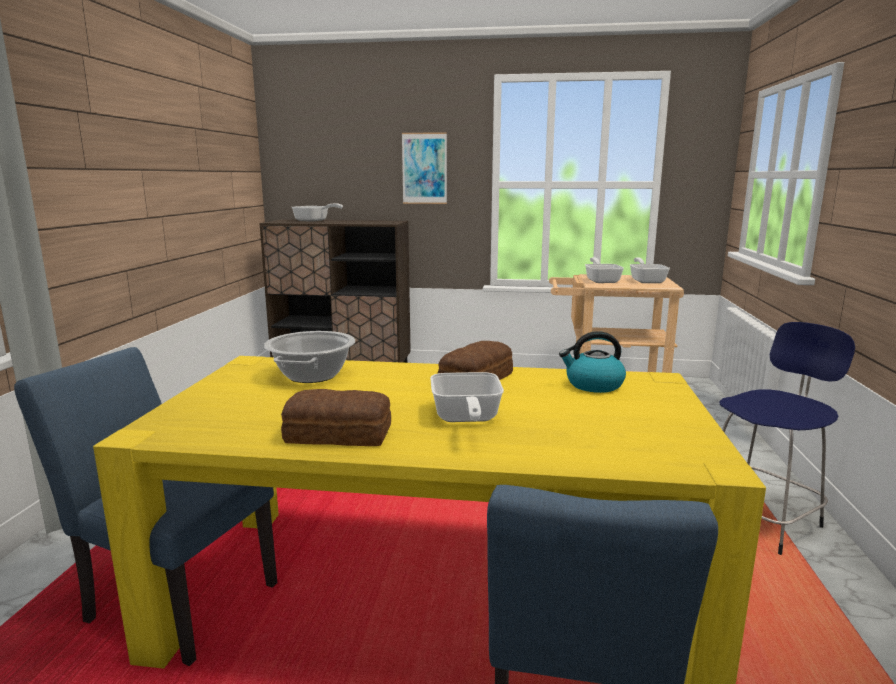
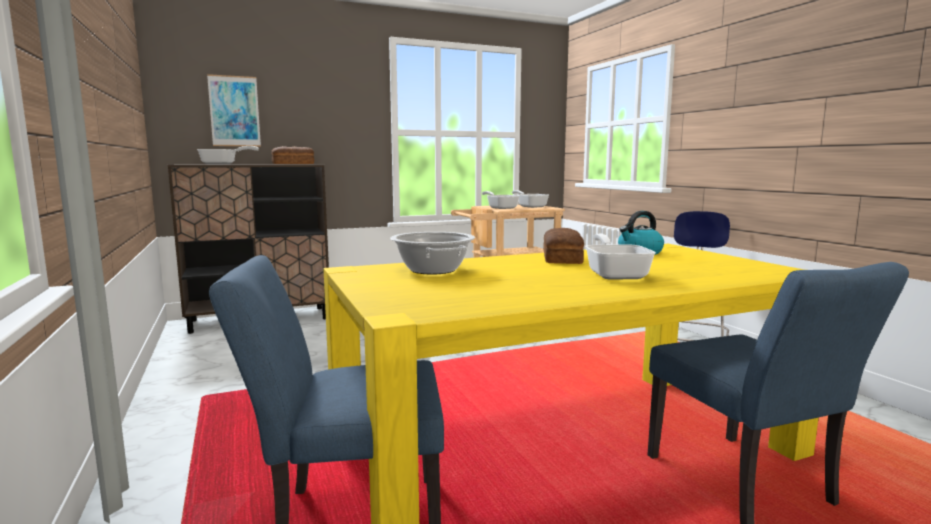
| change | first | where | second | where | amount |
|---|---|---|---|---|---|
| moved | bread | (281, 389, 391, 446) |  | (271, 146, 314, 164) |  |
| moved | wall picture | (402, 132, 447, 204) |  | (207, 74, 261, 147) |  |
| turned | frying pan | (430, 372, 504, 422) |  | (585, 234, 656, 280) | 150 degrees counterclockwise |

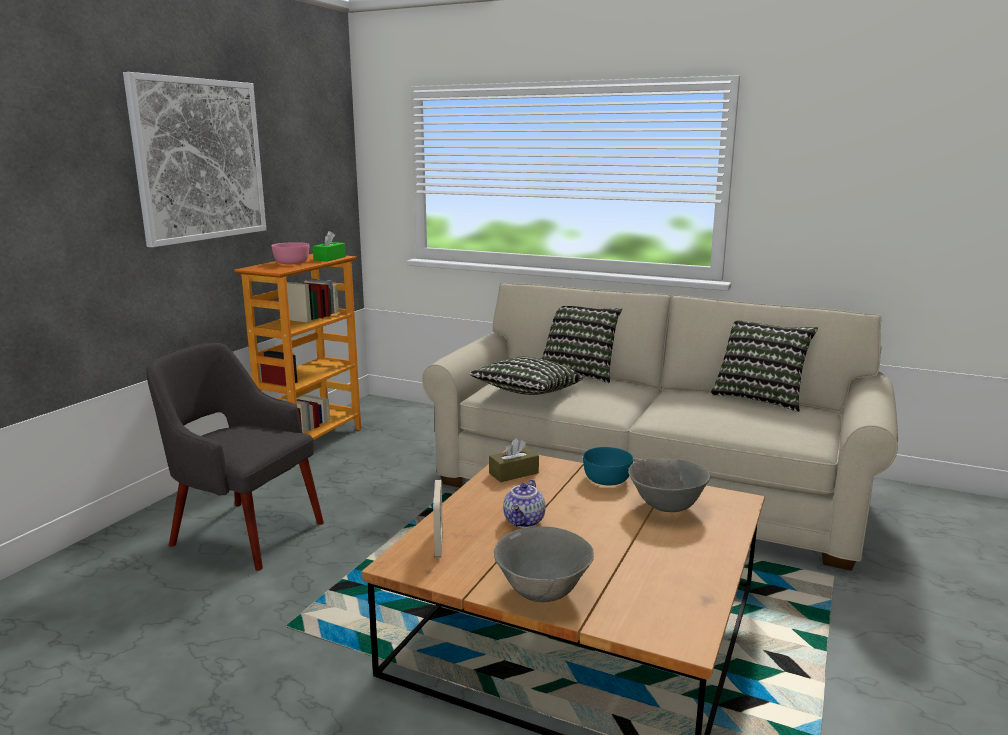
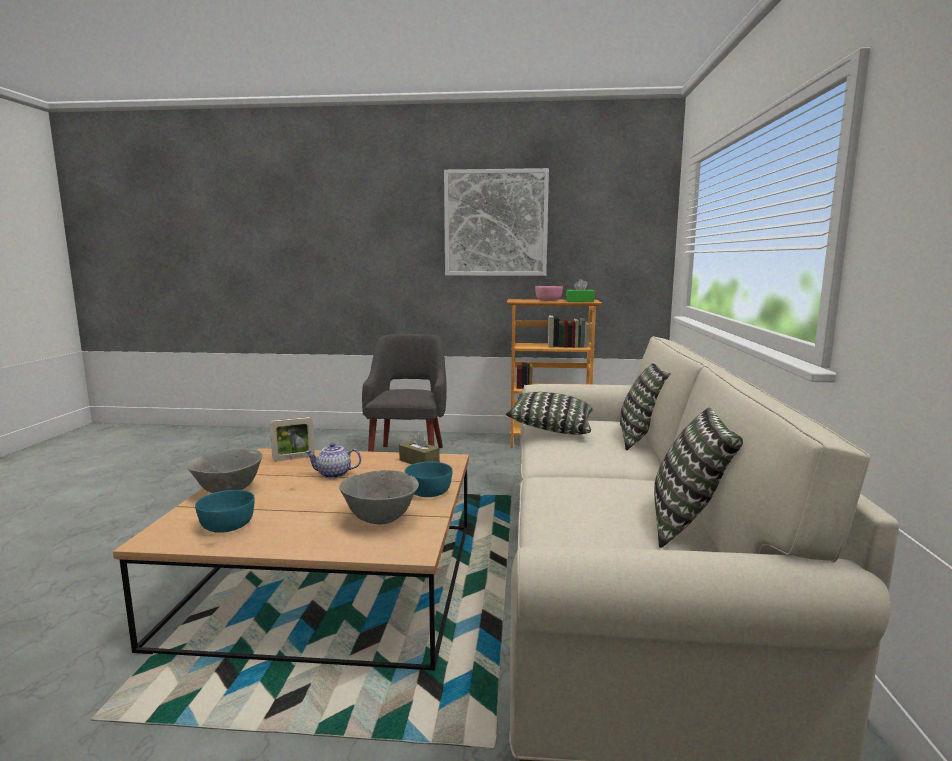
| change | first | where | second | where | amount |
|---|---|---|---|---|---|
| added |  |  | bowl (turquoise-coloured) | (195, 490, 255, 533) |  |

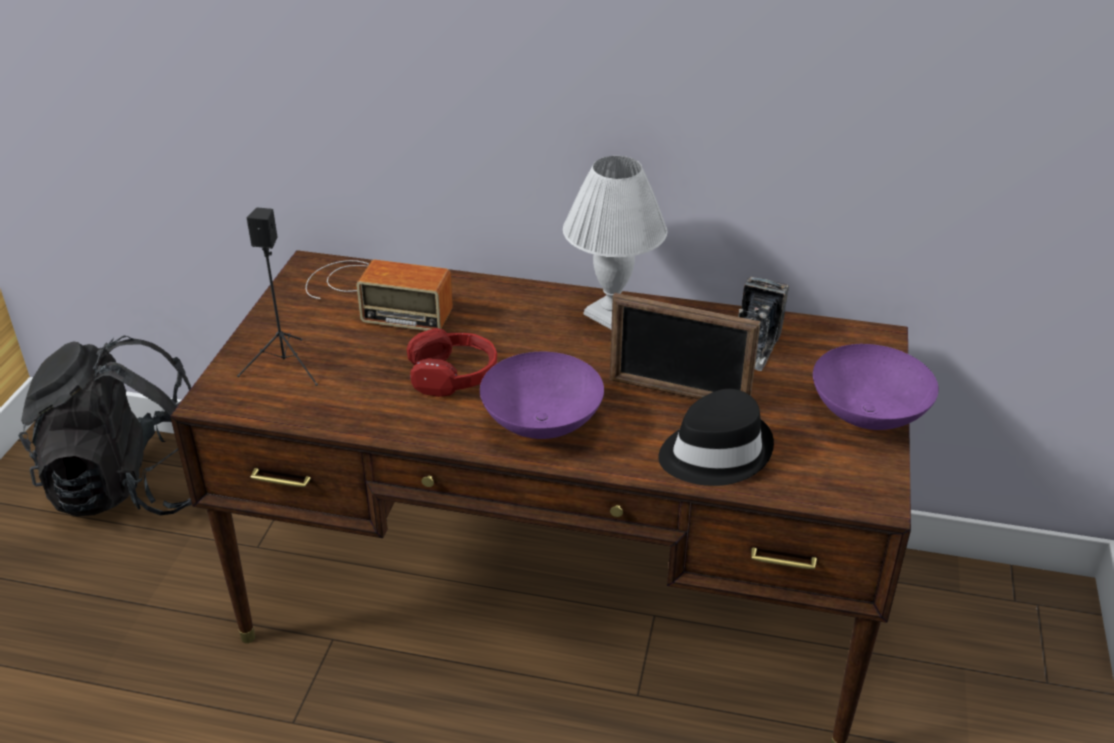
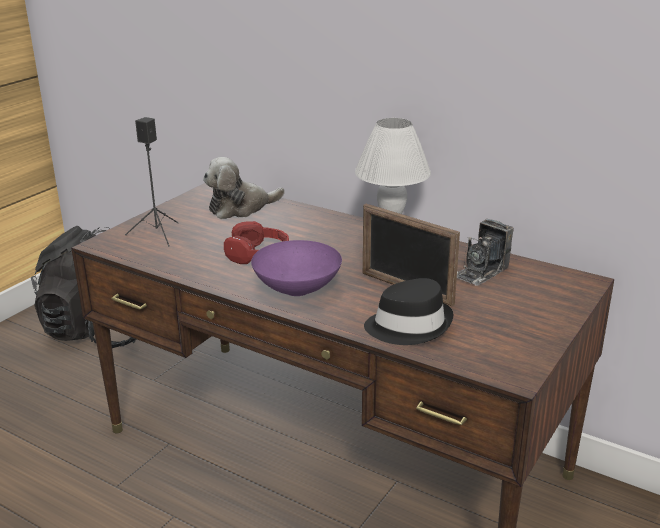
| change | first | where | second | where | amount |
|---|---|---|---|---|---|
| removed | bowl (purple-coloured) | (813, 344, 939, 430) |  |  |  |
| replaced | radio set | (306, 260, 453, 331) | plush toy | (203, 157, 285, 219) |  |

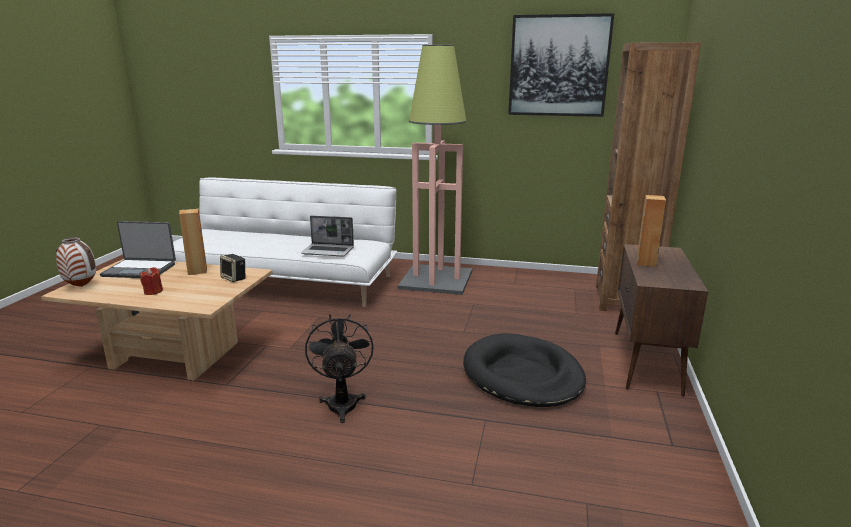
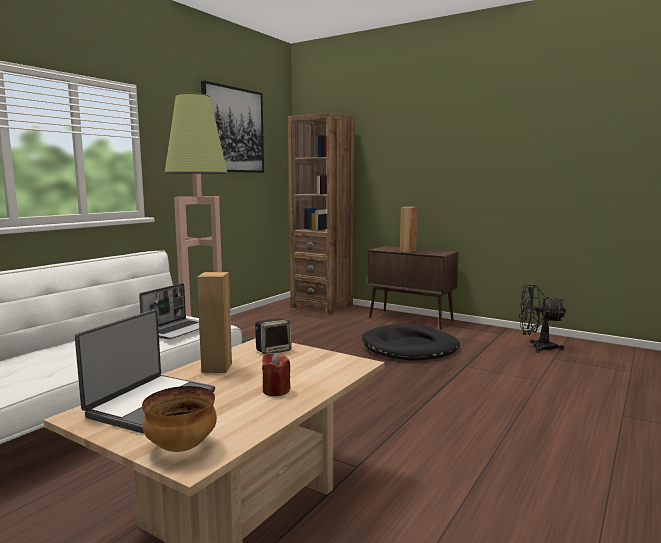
| change | first | where | second | where | amount |
|---|---|---|---|---|---|
| moved | electric fan (black-coloured) | (305, 314, 373, 423) |  | (519, 285, 566, 353) |  |
| replaced | decorative vase | (56, 237, 96, 287) | bowl | (142, 386, 217, 452) |  |

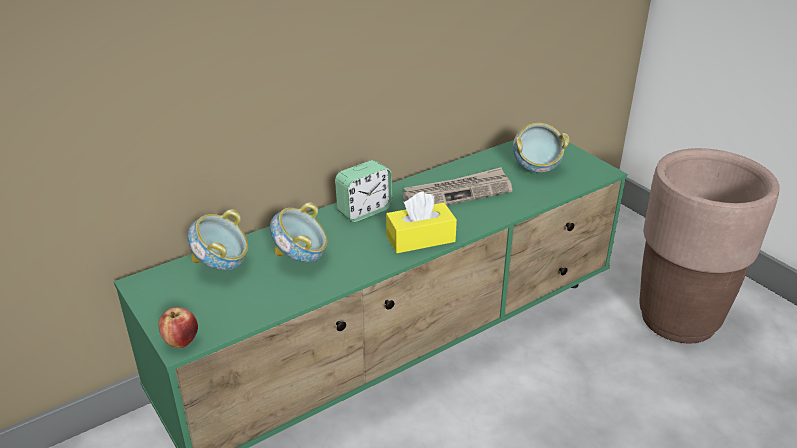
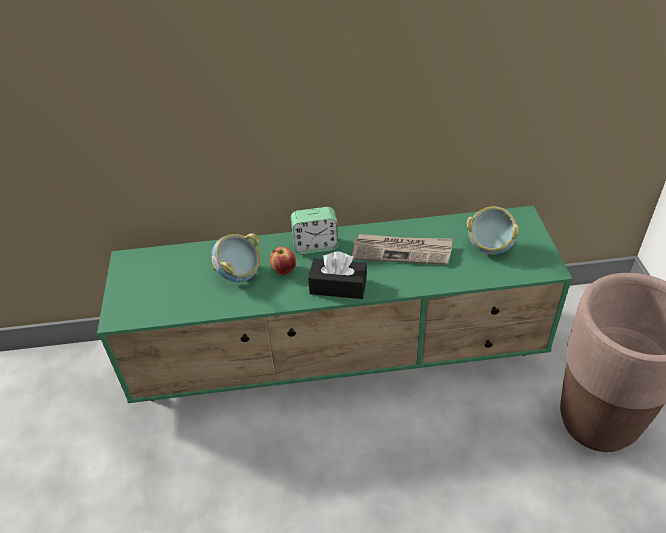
| change | first | where | second | where | amount |
|---|---|---|---|---|---|
| removed | bowl | (187, 209, 248, 270) |  |  |  |
| moved | apple fruit | (158, 307, 198, 348) |  | (270, 247, 296, 275) |  |
| recoloured | tissue box (yellow-coloured) | (386, 192, 457, 253) | tissue box (black-coloured) | (308, 252, 367, 299) |  |

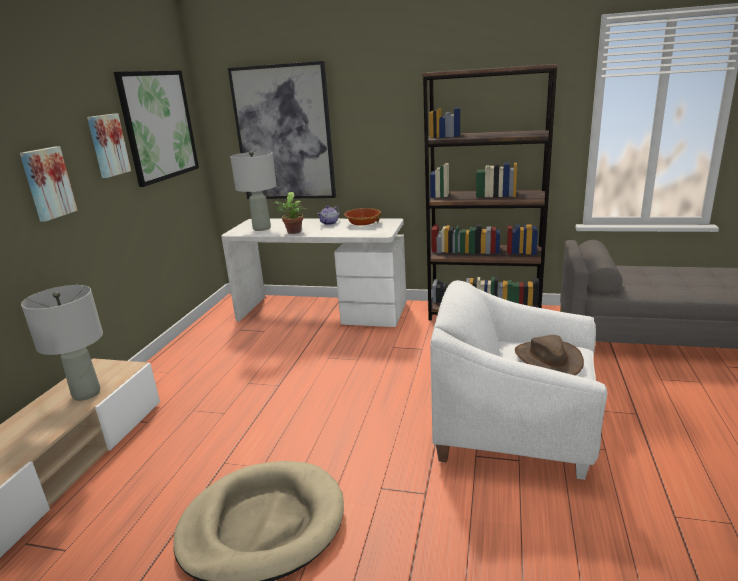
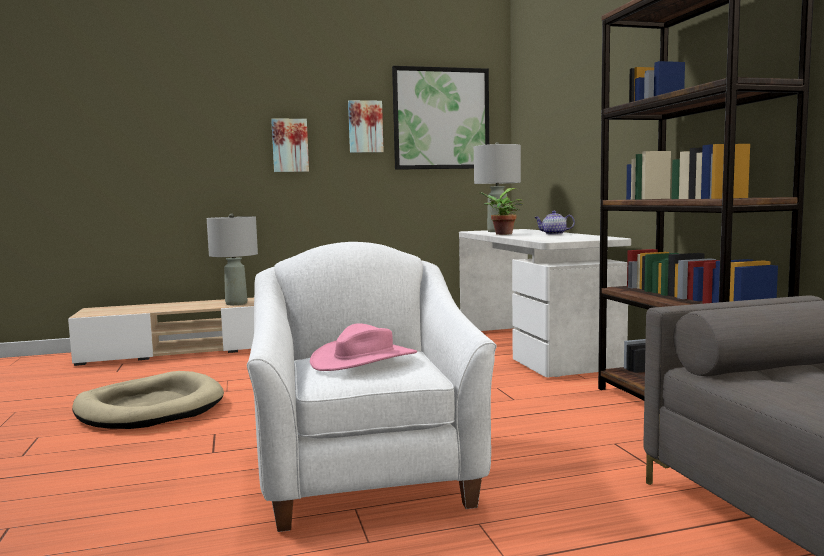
| change | first | where | second | where | amount |
|---|---|---|---|---|---|
| removed | wall picture | (228, 61, 336, 199) |  |  |  |
| removed | bowl | (344, 208, 381, 225) |  |  |  |
| recoloured | wearable hat (brown) | (515, 335, 584, 375) | wearable hat (pink-coloured) | (310, 323, 417, 371) |  |

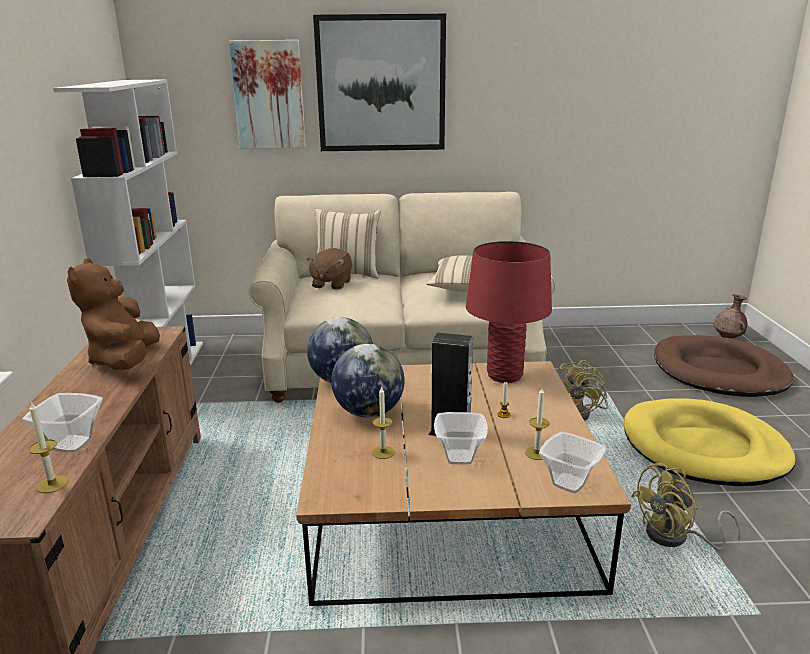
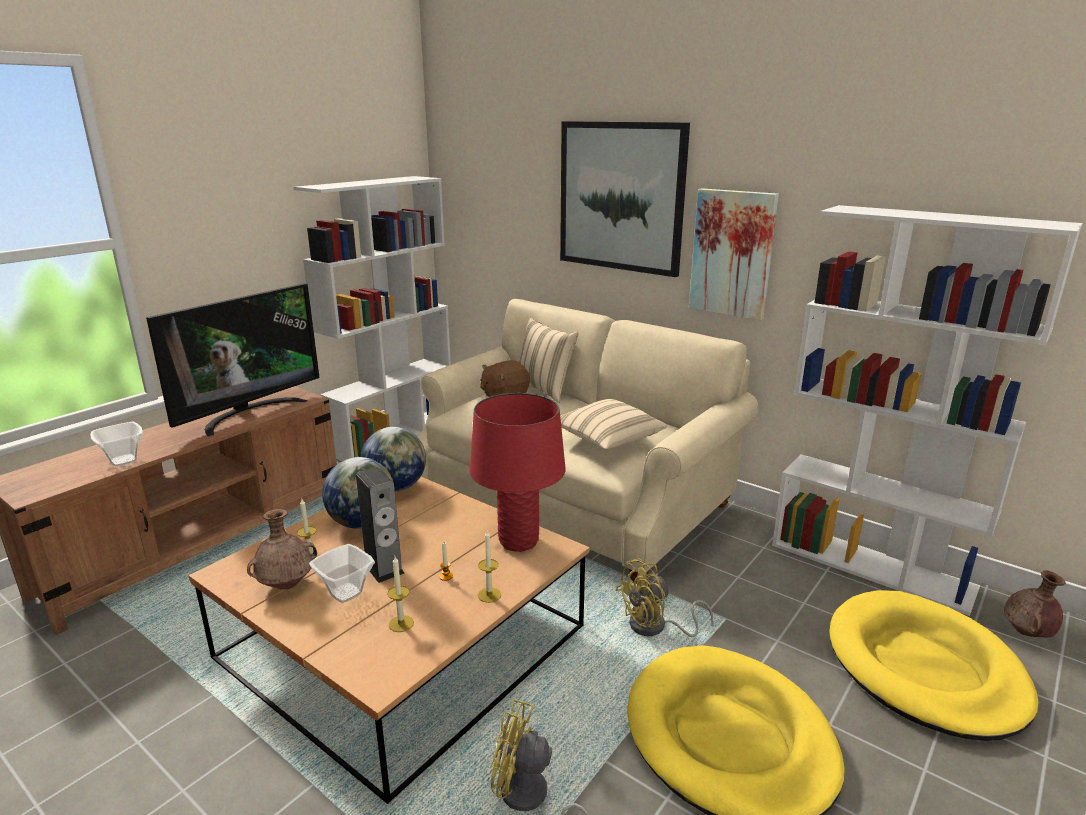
| change | first | where | second | where | amount |
|---|---|---|---|---|---|
| removed | bowl | (539, 432, 606, 493) |  |  |  |
| added |  |  | decorative vase (brown) | (247, 509, 317, 589) |  |
| added |  |  | bookshelf (whitish) | (772, 205, 1082, 616) |  |
| moved | wax light | (29, 401, 68, 493) |  | (478, 530, 501, 603) |  |
| moved | wall picture | (229, 40, 306, 149) |  | (689, 188, 779, 320) |  |
| replaced | plush toy (brown) | (67, 258, 160, 370) | TV set | (146, 283, 319, 437) |  |
| recoloured | pet bed (brown) | (654, 335, 794, 397) | pet bed (yellow-coloured) | (829, 590, 1039, 741) |  |

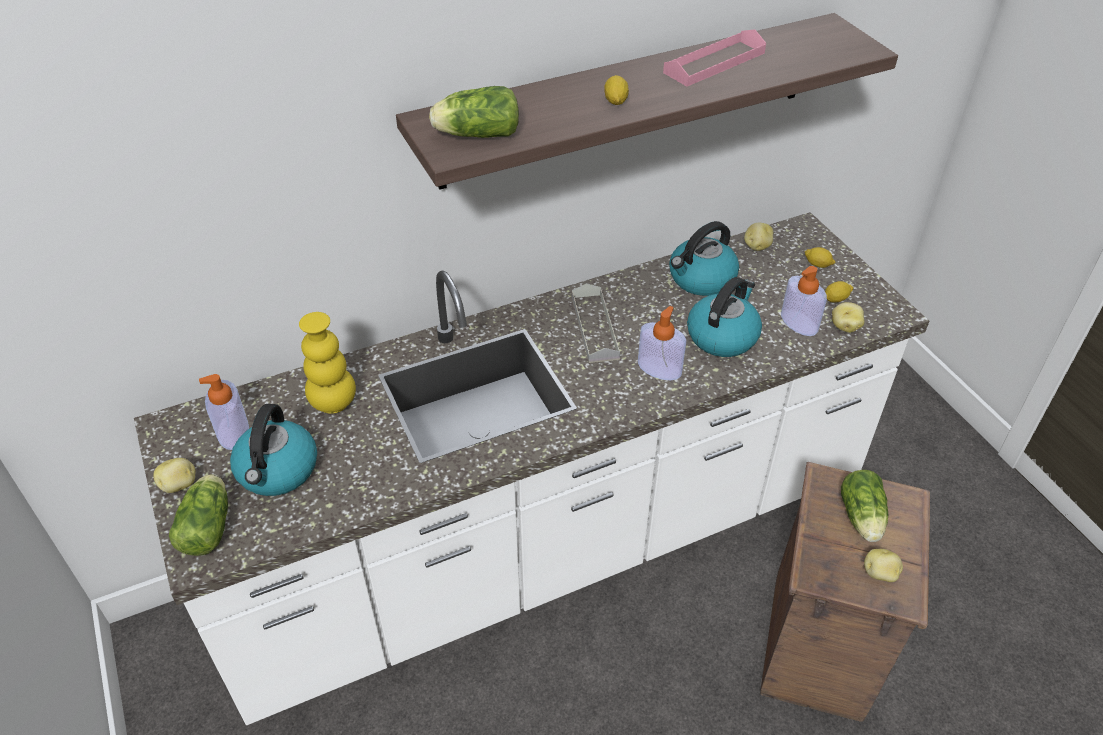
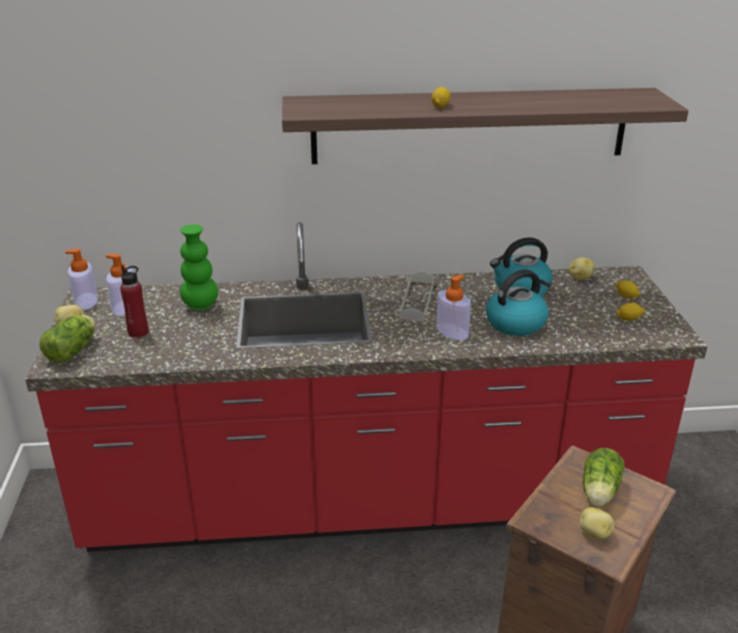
| change | first | where | second | where | amount |
|---|---|---|---|---|---|
| removed | lettuce head | (429, 86, 519, 138) |  |  |  |
| removed | serving tray (pink-coloured) | (663, 29, 766, 86) |  |  |  |
| removed | whole potato | (832, 302, 865, 333) |  |  |  |
| moved | soap dispenser | (781, 266, 827, 336) |  | (65, 249, 98, 310) |  |
| replaced | tea kettle | (230, 404, 317, 496) | bottle (reddish) | (120, 265, 149, 338) |  |
| recoloured | kitchen counter (whitish) | (134, 212, 929, 725) | kitchen counter (reddish) | (25, 222, 707, 552) |  |
| recoloured | decorative vase (yellow-coloured) | (299, 312, 356, 414) | decorative vase (green) | (180, 225, 218, 310) |  |

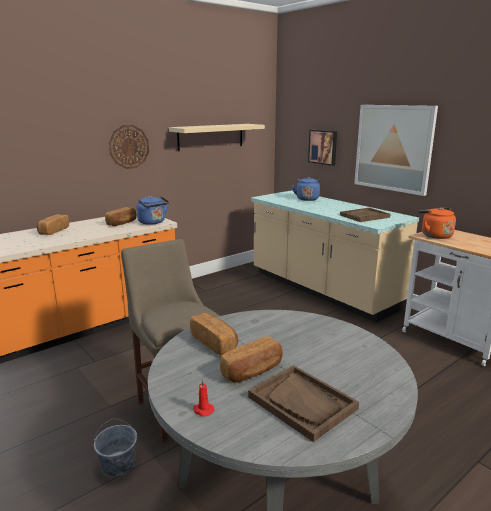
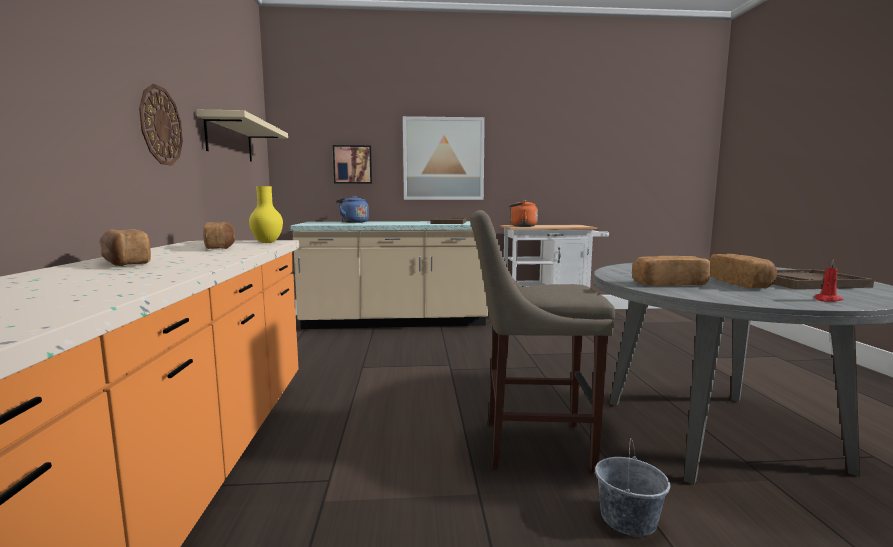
| change | first | where | second | where | amount |
|---|---|---|---|---|---|
| replaced | tea kettle (blue) | (136, 196, 169, 225) | decorative vase (yellow-coloured) | (249, 186, 283, 243) |  |

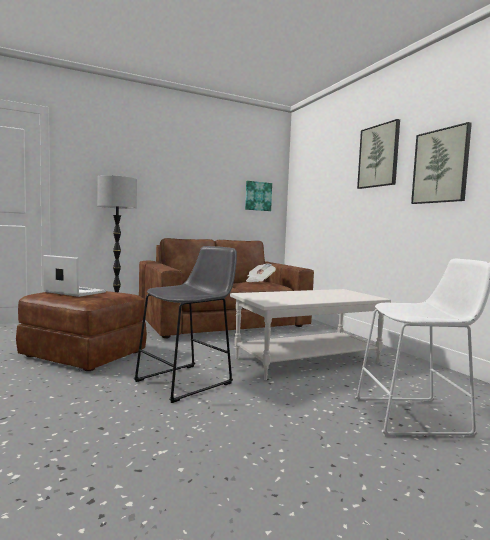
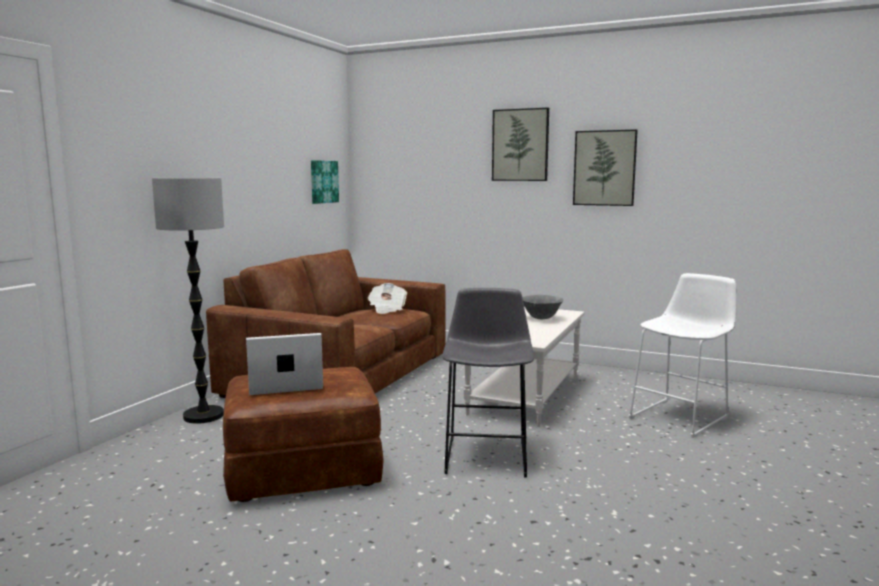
| change | first | where | second | where | amount |
|---|---|---|---|---|---|
| added |  |  | bowl (gray) | (523, 295, 564, 319) |  |

